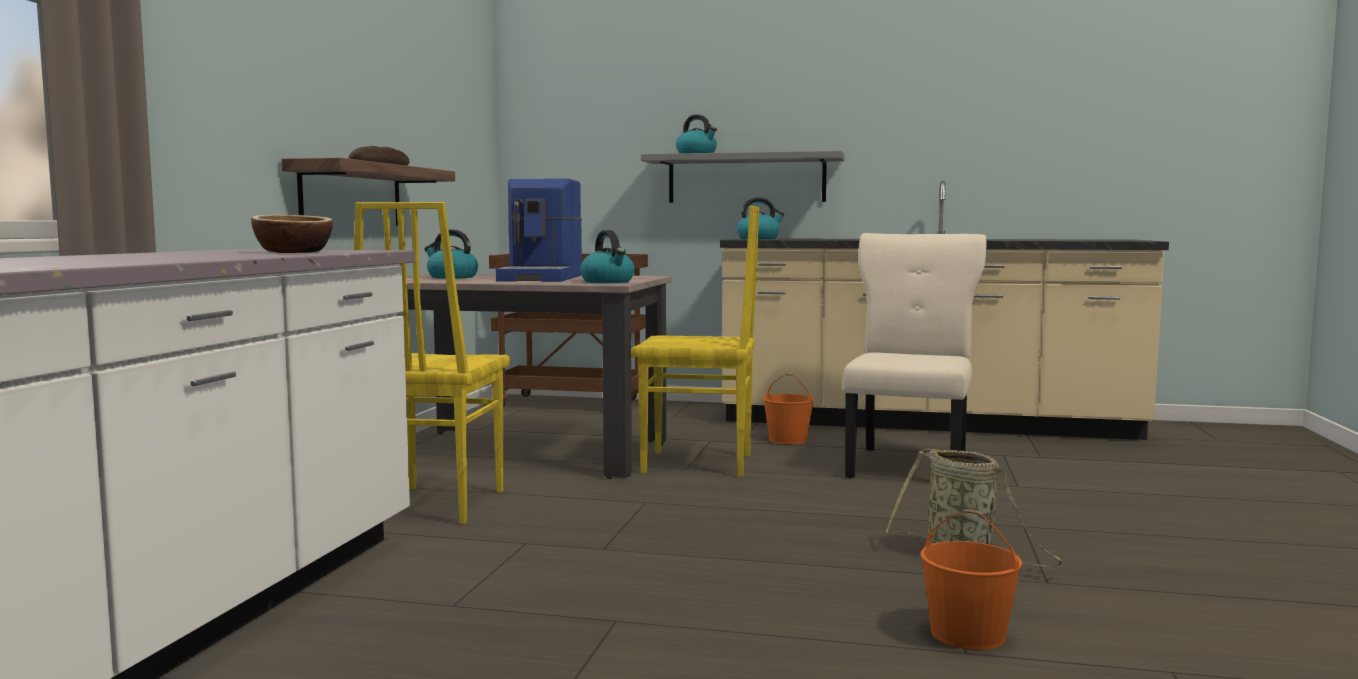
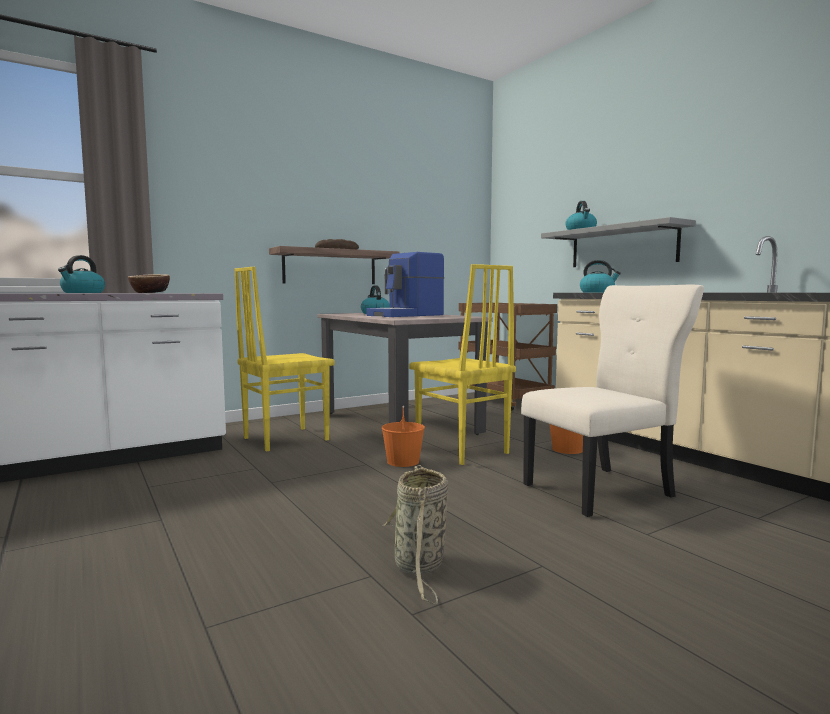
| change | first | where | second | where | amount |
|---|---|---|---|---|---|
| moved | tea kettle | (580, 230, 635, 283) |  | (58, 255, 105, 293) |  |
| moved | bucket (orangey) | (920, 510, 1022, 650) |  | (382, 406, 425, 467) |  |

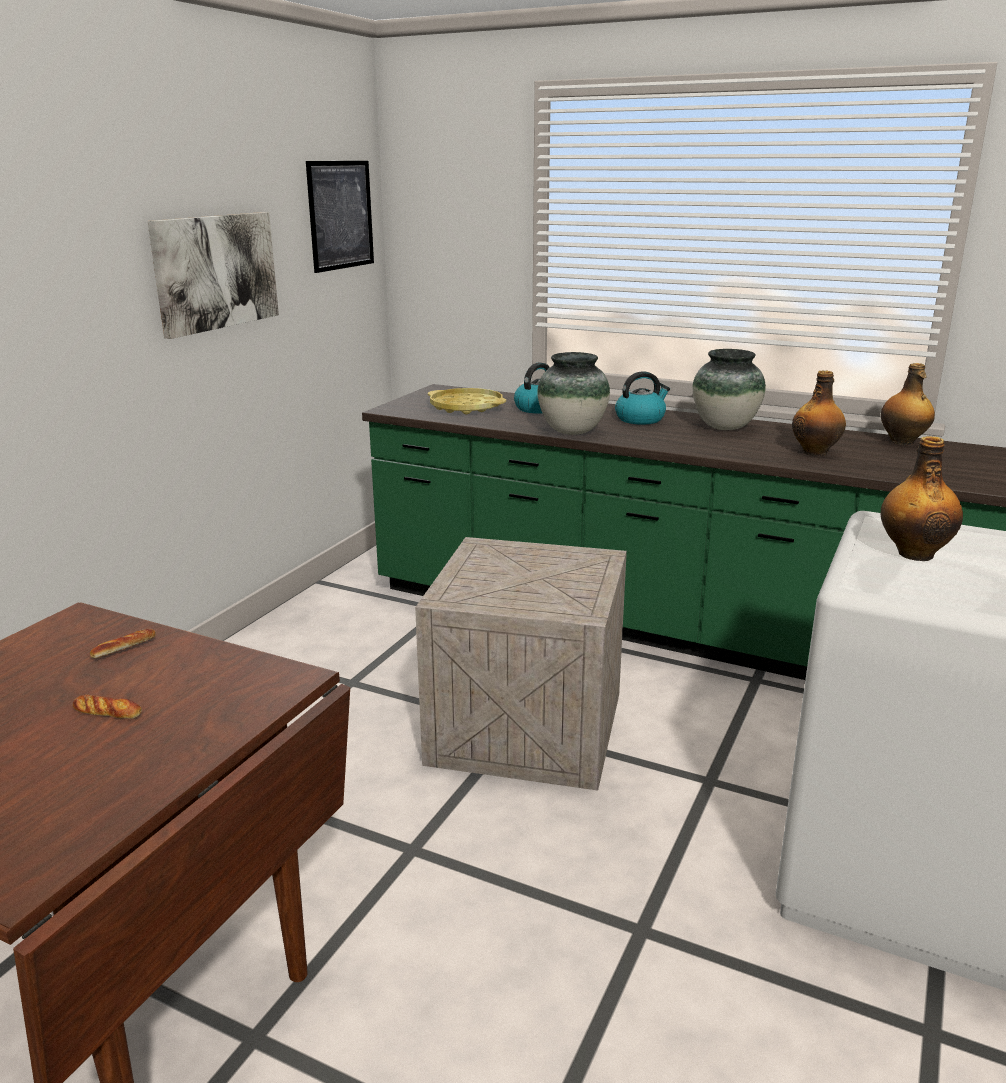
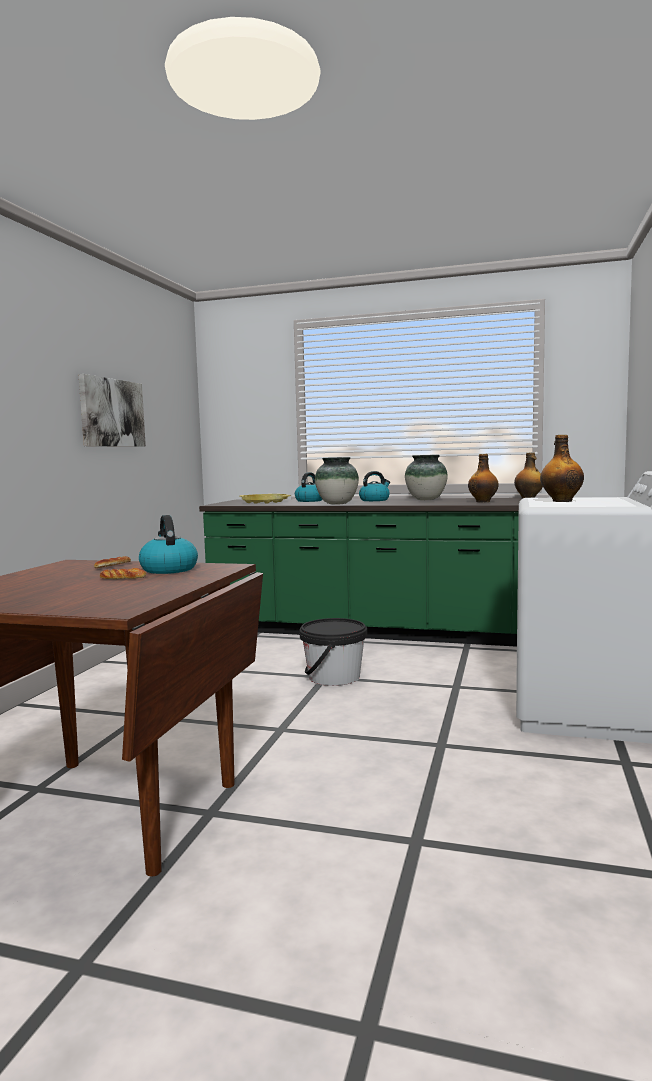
| change | first | where | second | where | amount |
|---|---|---|---|---|---|
| removed | wall picture | (306, 161, 374, 273) |  |  |  |
| added |  |  | tea kettle | (139, 515, 198, 574) |  |
| replaced | shipping crate | (415, 537, 627, 791) | bucket (black-coloured) | (299, 618, 367, 686) |  |

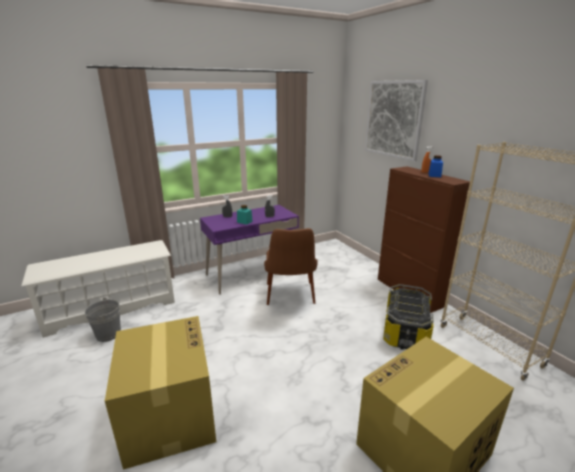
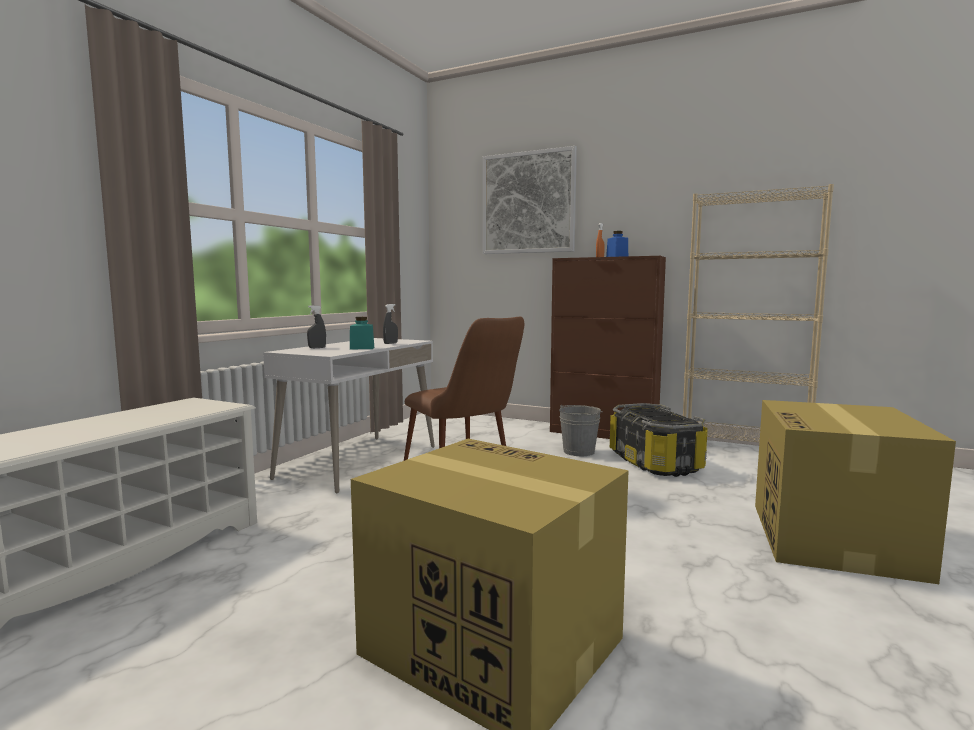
| change | first | where | second | where | amount |
|---|---|---|---|---|---|
| moved | bucket (gray) | (85, 298, 121, 342) |  | (559, 405, 603, 456) |  |
| recoloured | desk table (purple-coloured) | (200, 205, 299, 295) | desk table (whitish) | (263, 338, 435, 493) |  |

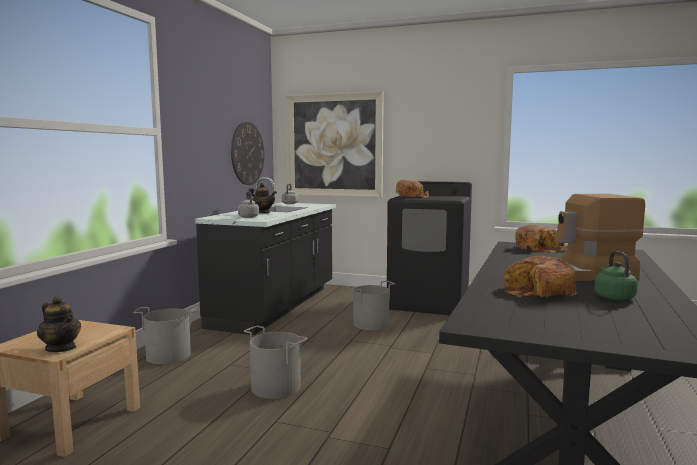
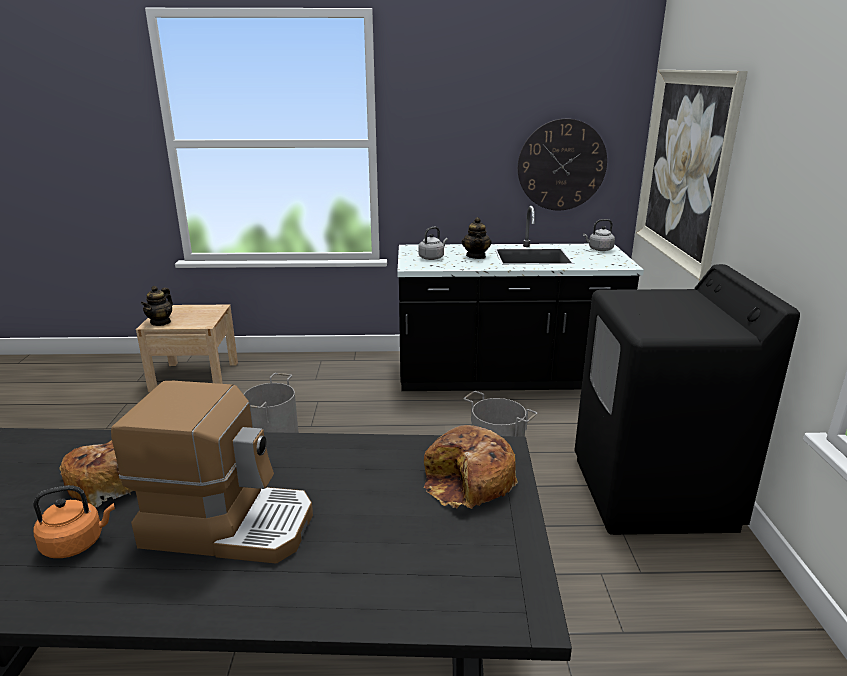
| change | first | where | second | where | amount |
|---|---|---|---|---|---|
| removed | bucket (gray) | (133, 307, 198, 364) |  |  |  |
| removed | bread | (396, 180, 429, 198) |  |  |  |
| recoloured | tea kettle (green) | (594, 251, 638, 300) | tea kettle (orangey) | (33, 485, 115, 558) |  |
| turned | coffee maker | (555, 194, 645, 281) |  | (111, 381, 313, 564) | 120 degrees clockwise |

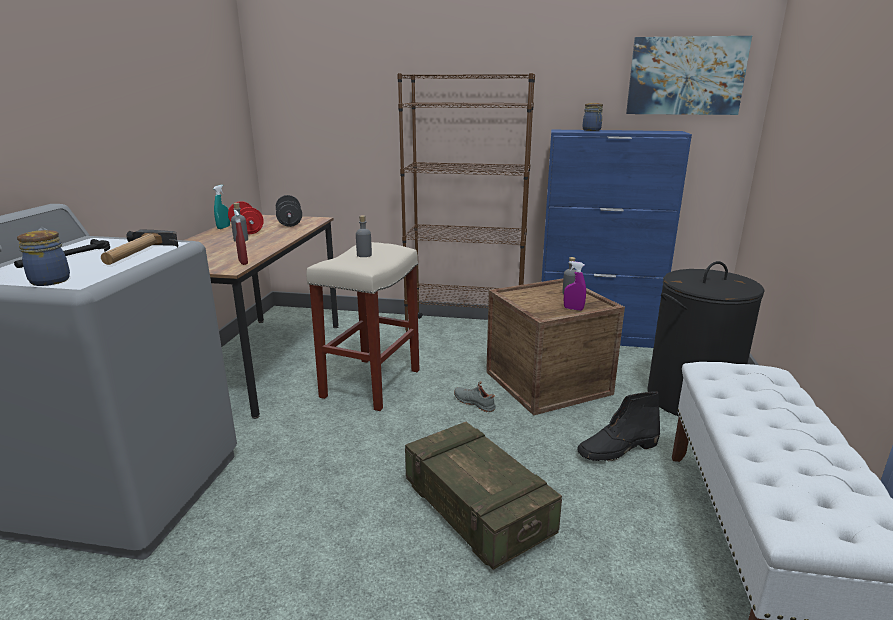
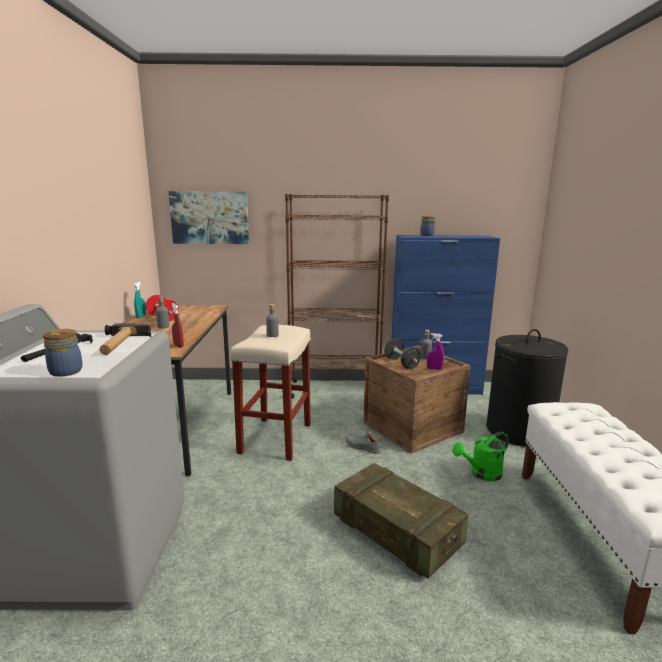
| change | first | where | second | where | amount |
|---|---|---|---|---|---|
| moved | free weight (black-coloured) | (276, 195, 302, 227) |  | (385, 339, 421, 369) |  |
| moved | wall picture | (626, 36, 752, 115) |  | (168, 191, 249, 244) |  |
| replaced | high-top boot (black-coloured) | (577, 391, 660, 461) | sprinkling can (green) | (452, 432, 509, 481) |  |

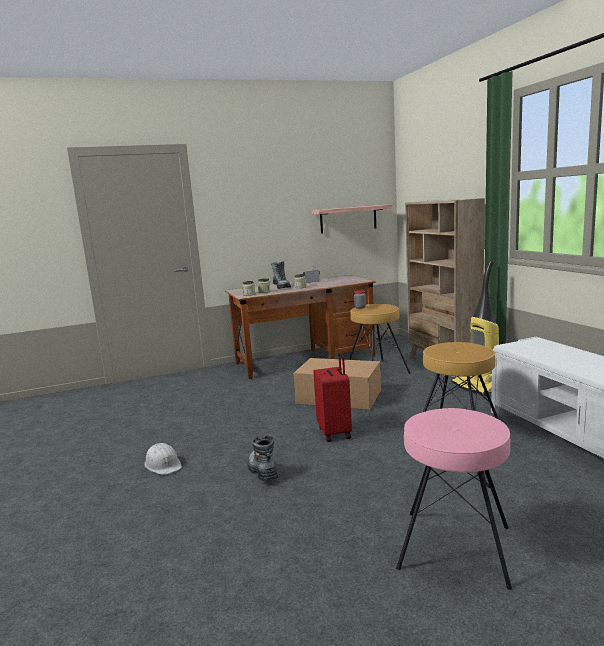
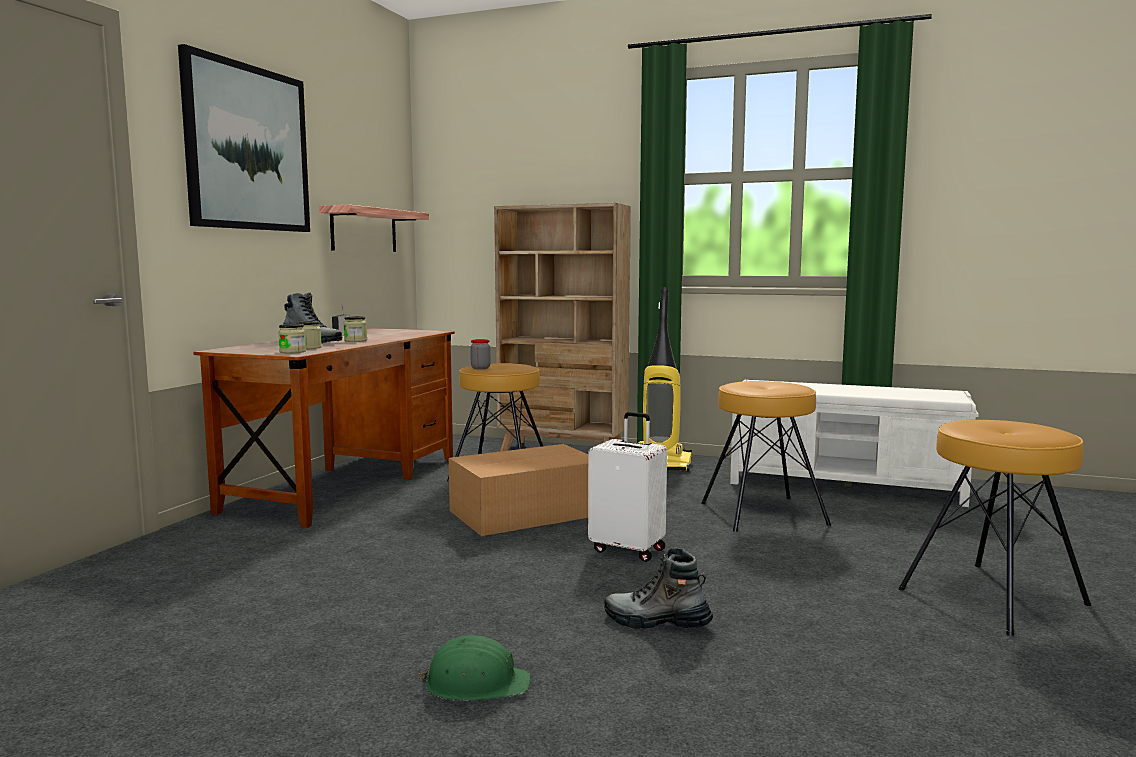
| change | first | where | second | where | amount |
|---|---|---|---|---|---|
| added |  |  | wall picture | (178, 44, 310, 232) |  |
| recoloured | work helmet (whitish) | (144, 443, 182, 475) | work helmet (green) | (419, 635, 531, 701) |  |
| recoloured | travel case (reddish) | (314, 353, 352, 442) | travel case (whitish) | (588, 412, 667, 562) |  |
| recoloured | stool (pink-coloured) | (396, 408, 512, 590) | stool (brown) | (898, 420, 1091, 636) |  |

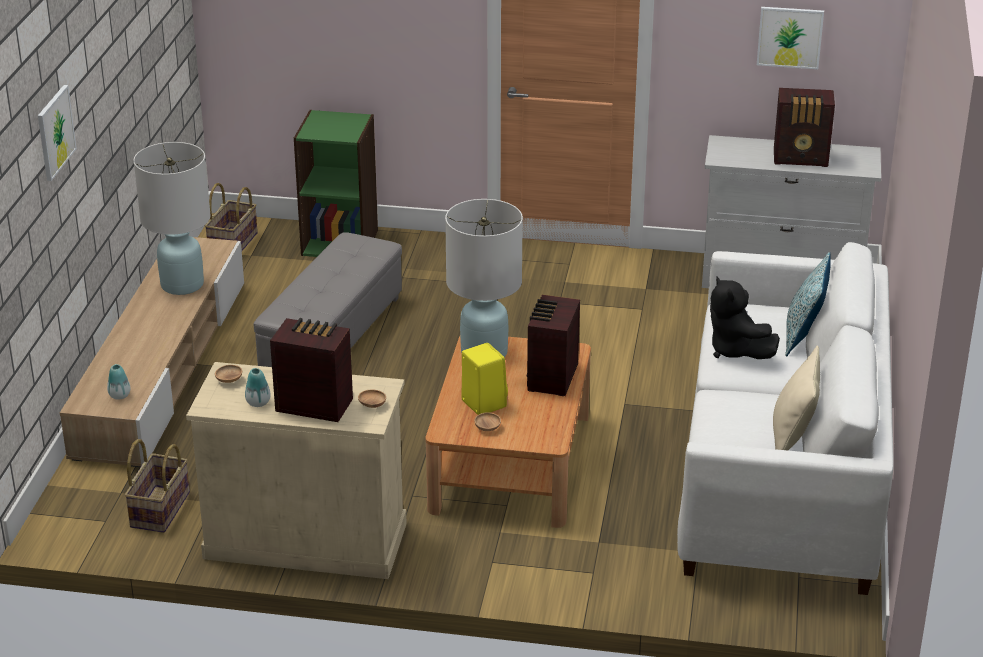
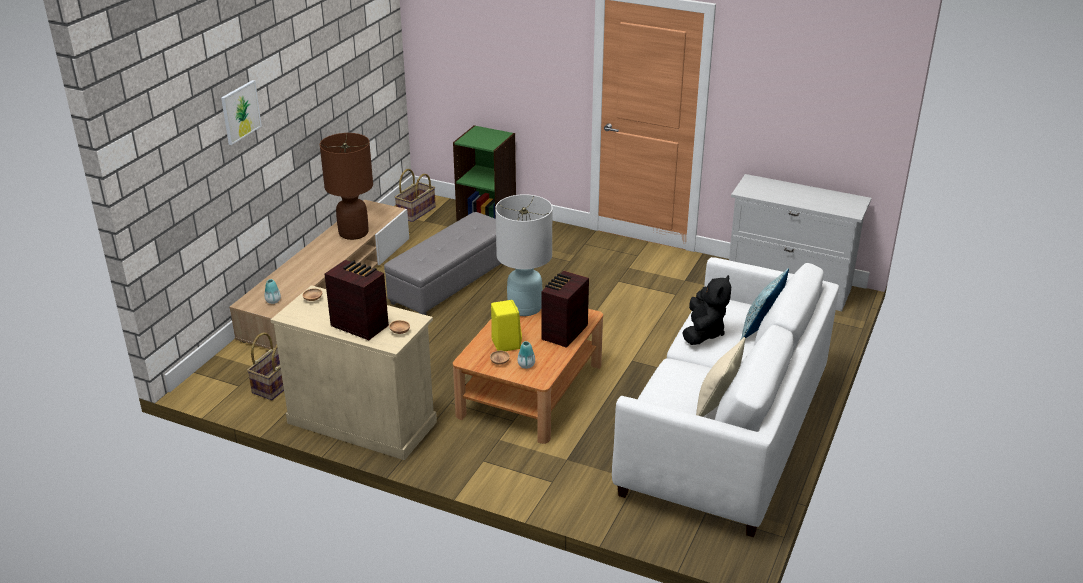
| change | first | where | second | where | amount |
|---|---|---|---|---|---|
| removed | wall picture | (757, 7, 824, 69) |  |  |  |
| removed | radio set | (774, 88, 835, 167) |  |  |  |
| moved | decorative vase | (245, 368, 270, 407) |  | (518, 341, 535, 369) |  |
| recoloured | tabletop lamp (whitish) | (133, 142, 211, 295) | tabletop lamp (brown) | (320, 133, 373, 240) |  |
| turned | plush toy (black-coloured) | (710, 277, 780, 359) |  | (682, 275, 731, 345) | 150 degrees counterclockwise |

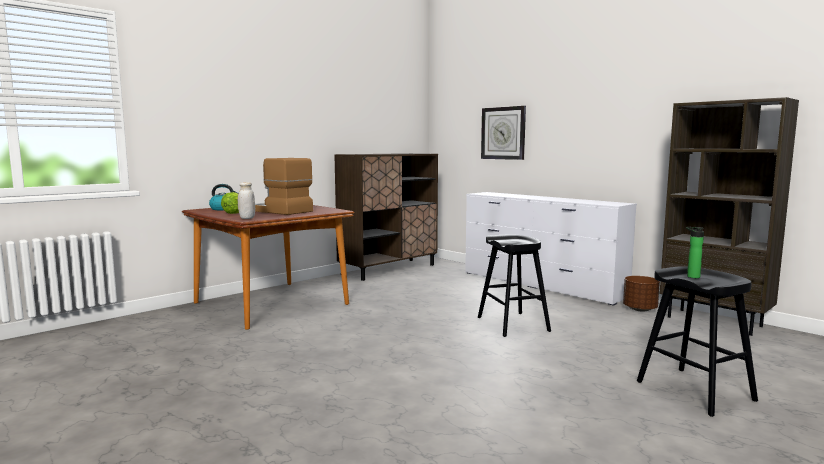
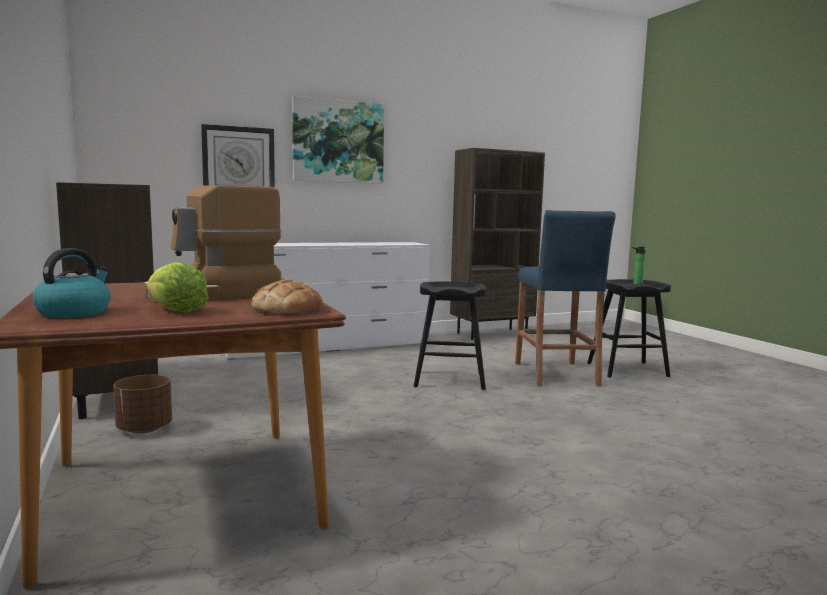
| change | first | where | second | where | amount |
|---|---|---|---|---|---|
| added |  |  | wall picture | (292, 96, 384, 184) |  |
| added |  |  | stool (blue) | (515, 210, 616, 387) |  |
| moved | planter (brown) | (623, 276, 660, 312) |  | (113, 375, 172, 434) |  |
| replaced | preserve jar (whitish) | (238, 182, 255, 219) | bread | (252, 280, 323, 314) |  |

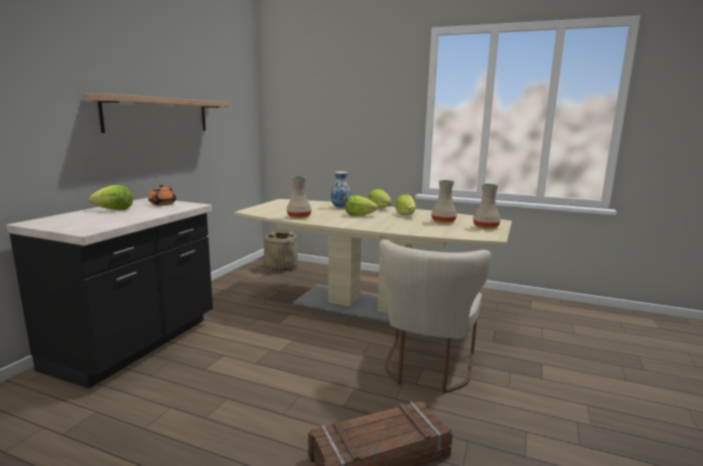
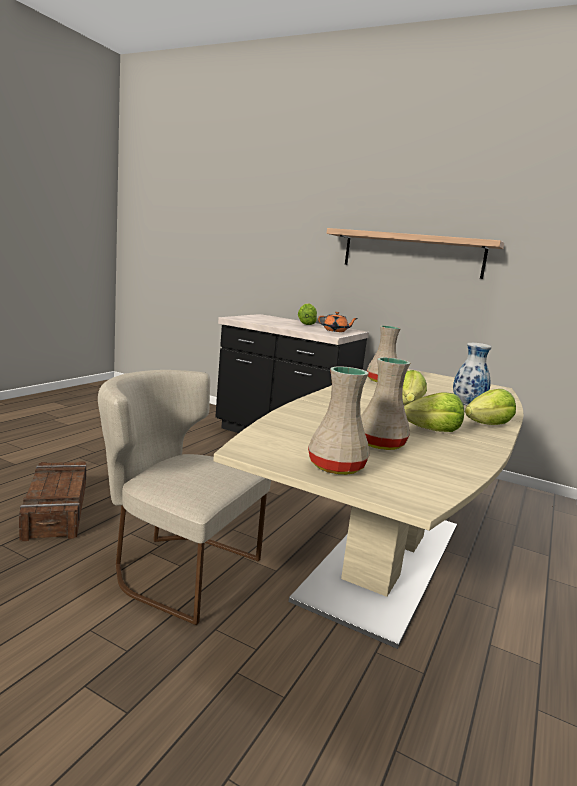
| change | first | where | second | where | amount |
|---|---|---|---|---|---|
| removed | storage basket | (264, 230, 298, 271) |  |  |  |

